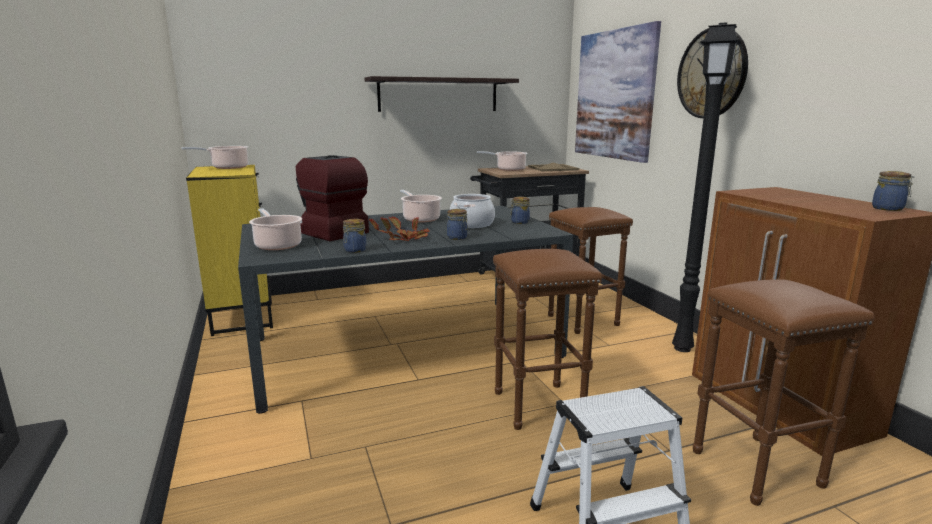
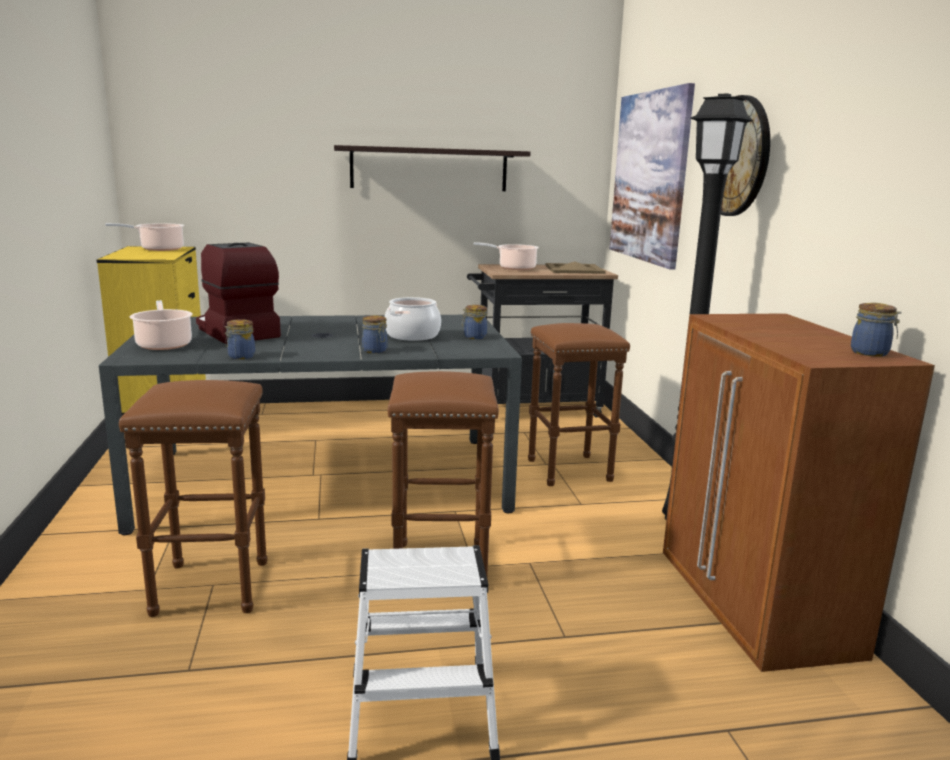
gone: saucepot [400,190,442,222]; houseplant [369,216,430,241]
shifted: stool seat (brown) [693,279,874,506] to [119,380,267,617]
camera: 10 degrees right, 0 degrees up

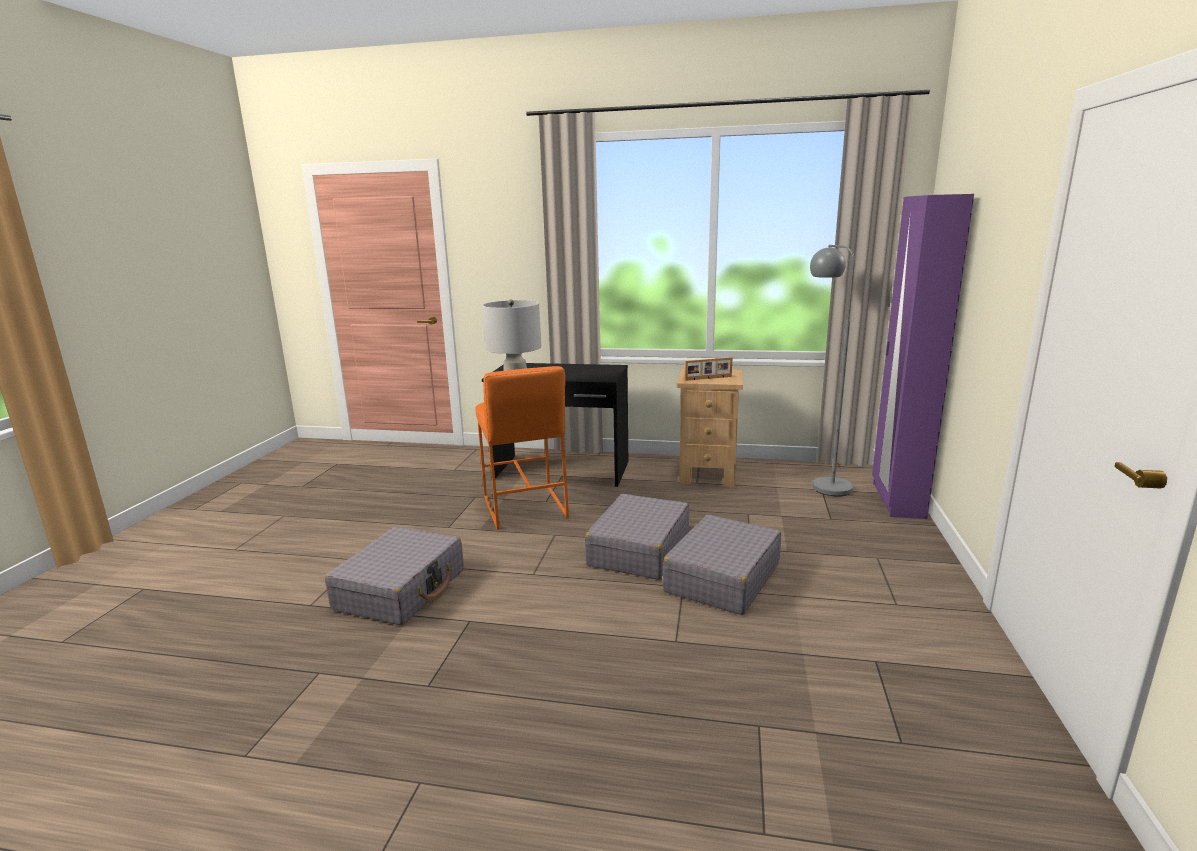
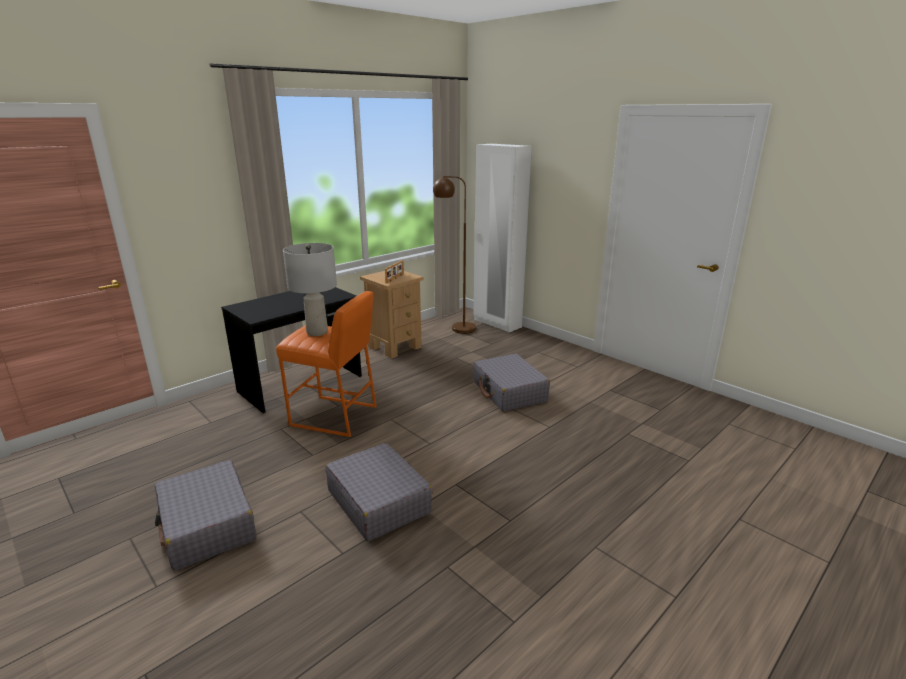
shifted: piece of luggage (gray) [585,494,689,580] to [155,460,257,571]
repainted: clothes cupboard (purplish) [872,194,974,519] to clothes cupboard (white) [473,144,532,332]; floor lamp (gray) [810,245,855,496] to floor lamp (brown) [433,176,476,334]
camera: 55 degrees left, 5 degrees up

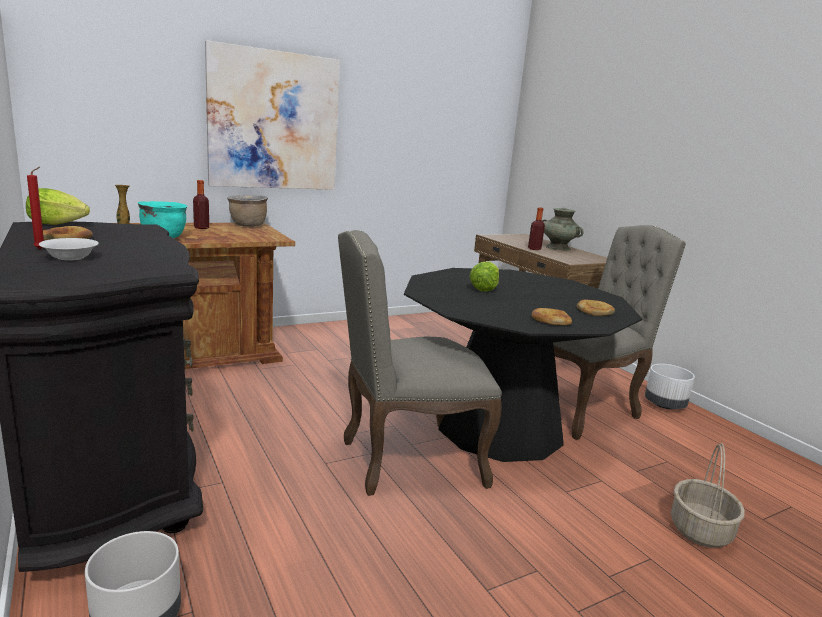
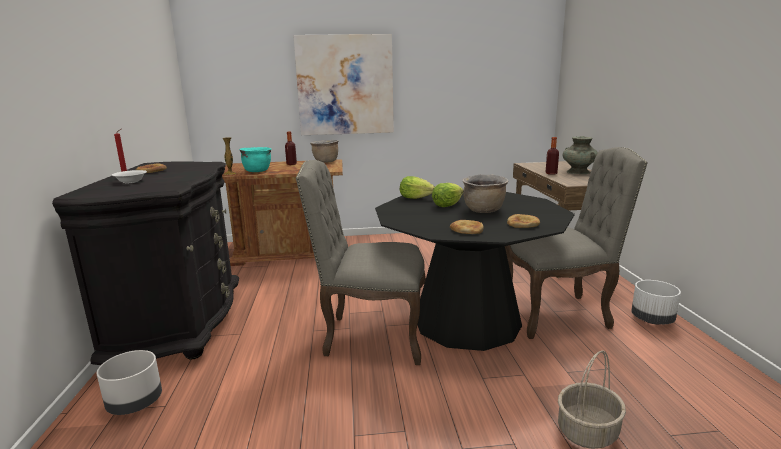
new: saucepot (brown) [463,175,508,213]
shifted: head of lettuce [26,188,90,225] to [400,176,435,199]
camera: 25 degrees right, 0 degrees up

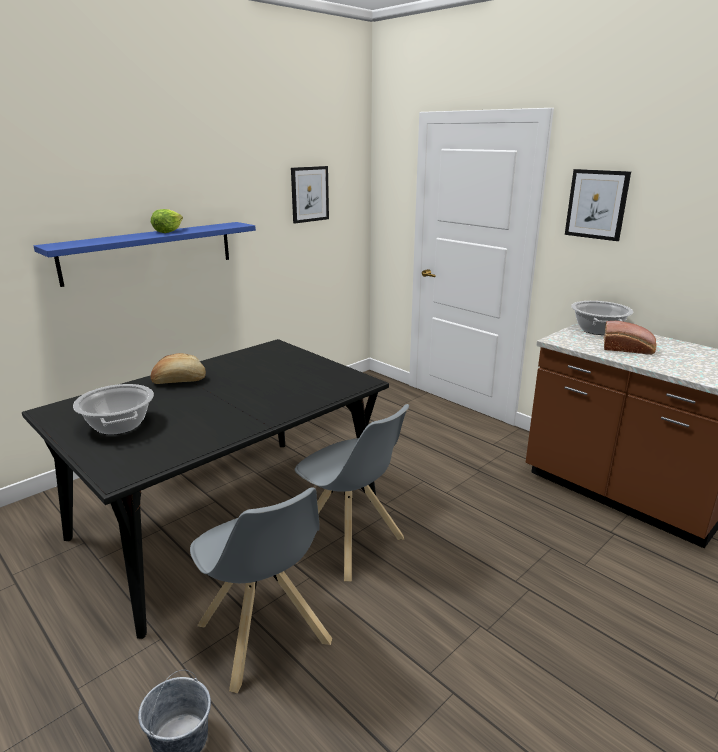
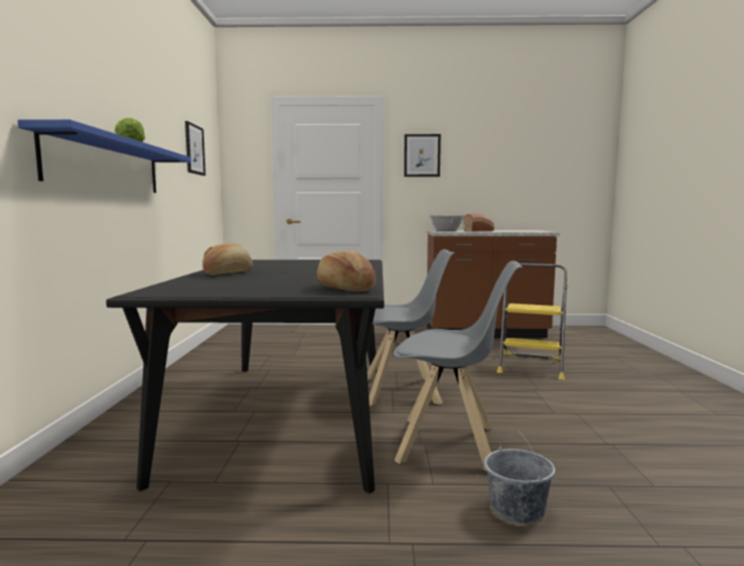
gone: saucepot [73,384,154,435]
new: bread [317,251,376,292]; step ladder (yellow) [497,263,568,380]
camera: 45 degrees left, 15 degrees down

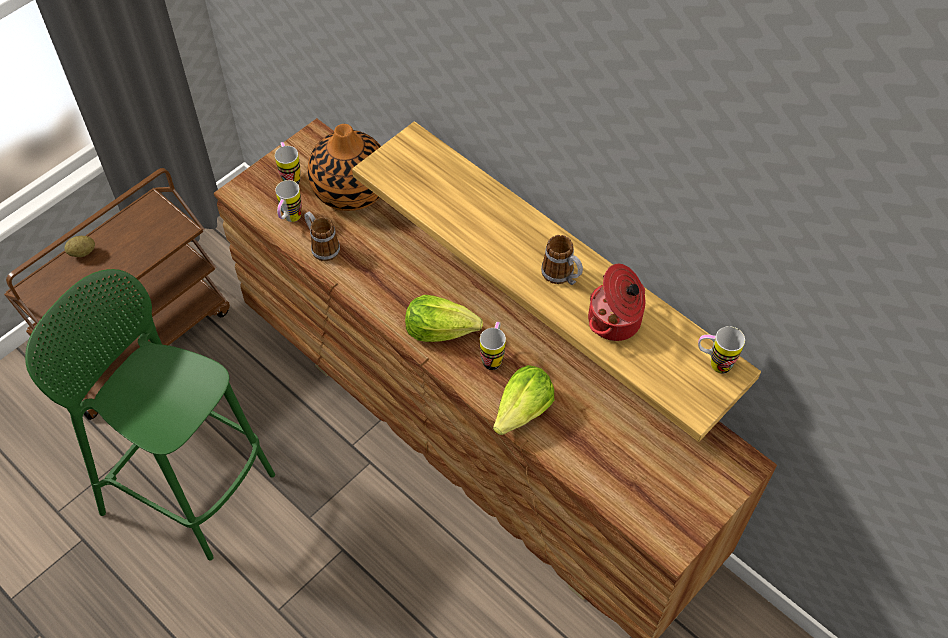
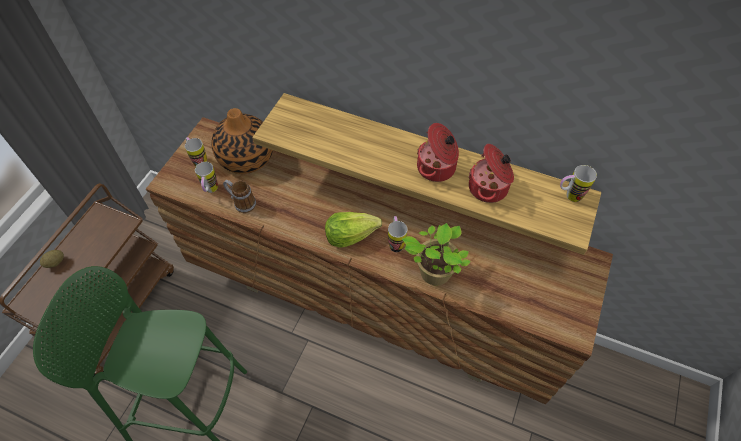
swapped: coffee mug [541,235,583,285] to saucepot [417,123,459,182]; head of lettuce [493,365,554,435] to houseplant [402,223,471,286]
camera: 20 degrees left, 0 degrees up

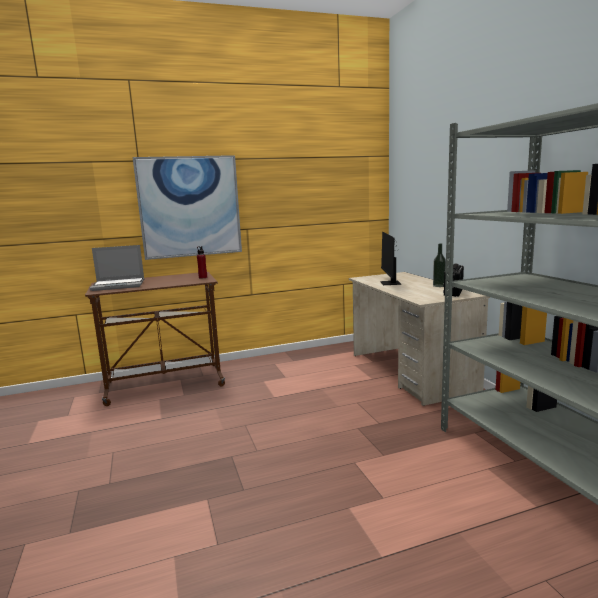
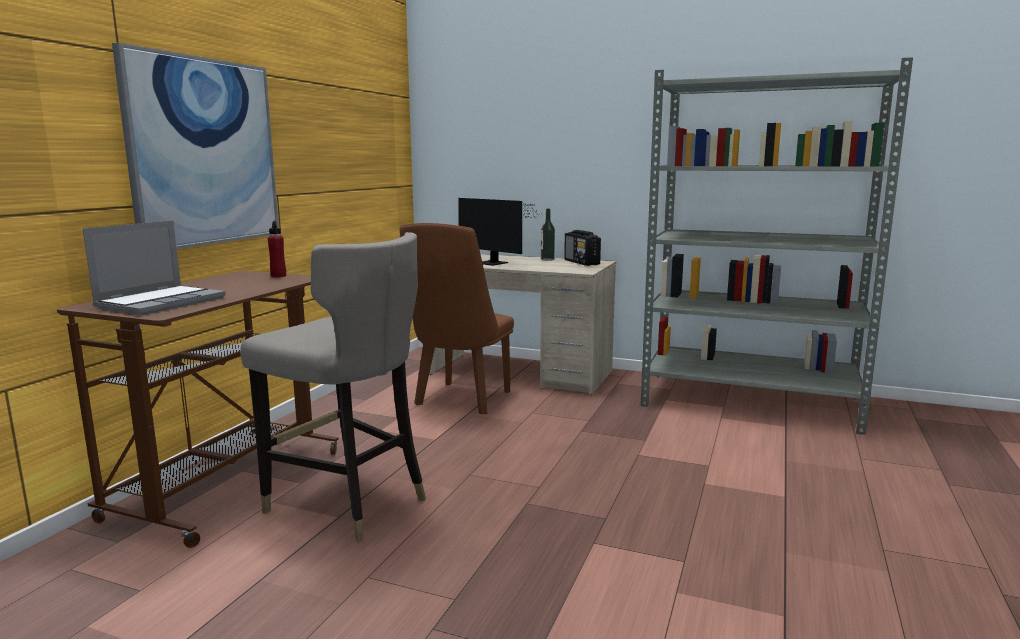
new: plain chair (brown) [400,223,514,415]; stool seat (gray) [240,232,426,542]
camera: 50 degrees left, 0 degrees up

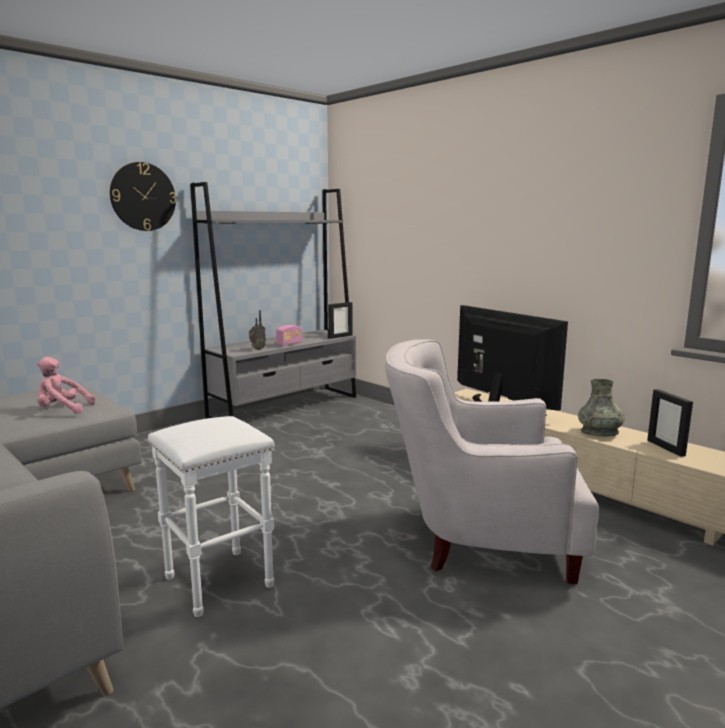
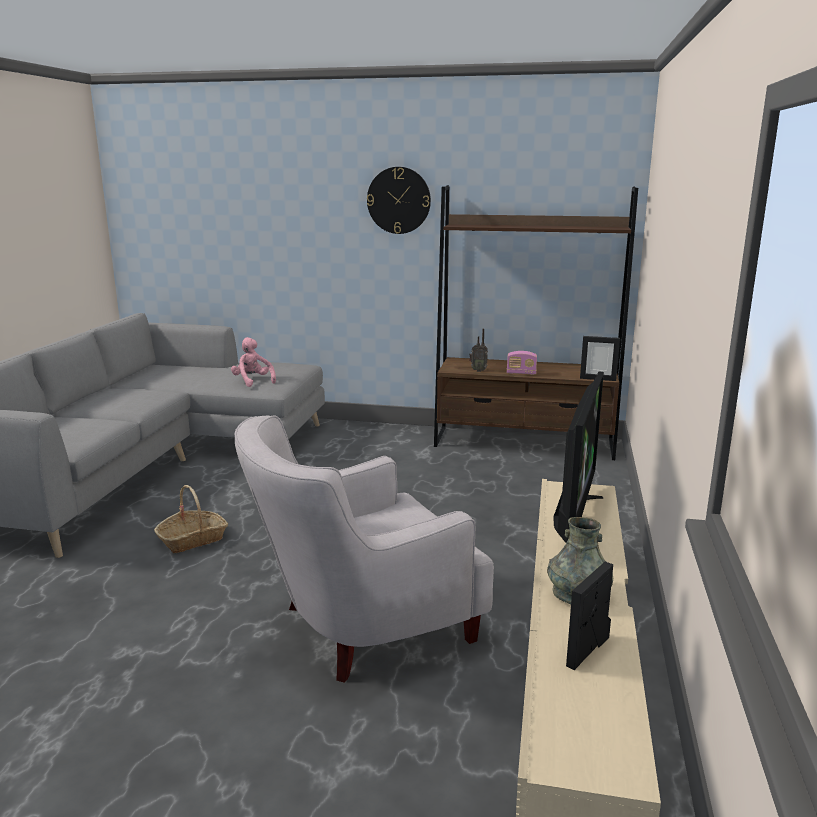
swapped: stool seat (white) [148,416,274,617] to household basket [154,485,228,553]
repainted: bookcase (gray) [190,182,356,419] to bookcase (brown) [434,185,638,460]
rotated: lounge chair (white) [385,339,599,584] = [235,416,494,683] 90 degrees counterclockwise
camera: 55 degrees right, 5 degrees up

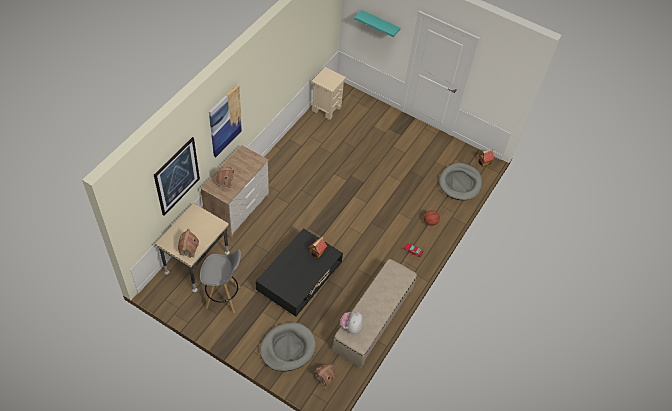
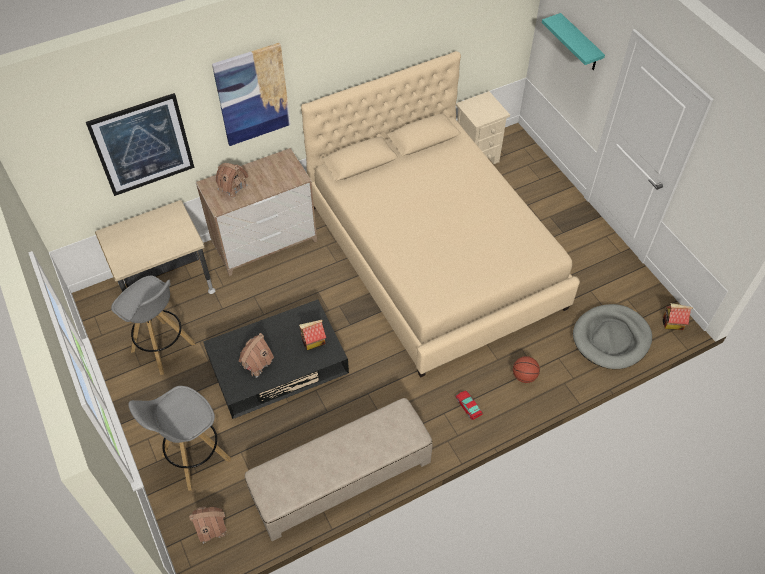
gone: cuddly toy [340,312,363,334]
new: sleeping bed (beige-coloured) [301,51,580,378]
shifted: miniature house [178,229,199,258] to [239,333,274,378]
swapped: dog cushion (gray) [260,322,316,372] to stool seat (gray) [128,386,231,491]
camera: 35 degrees right, 0 degrees up

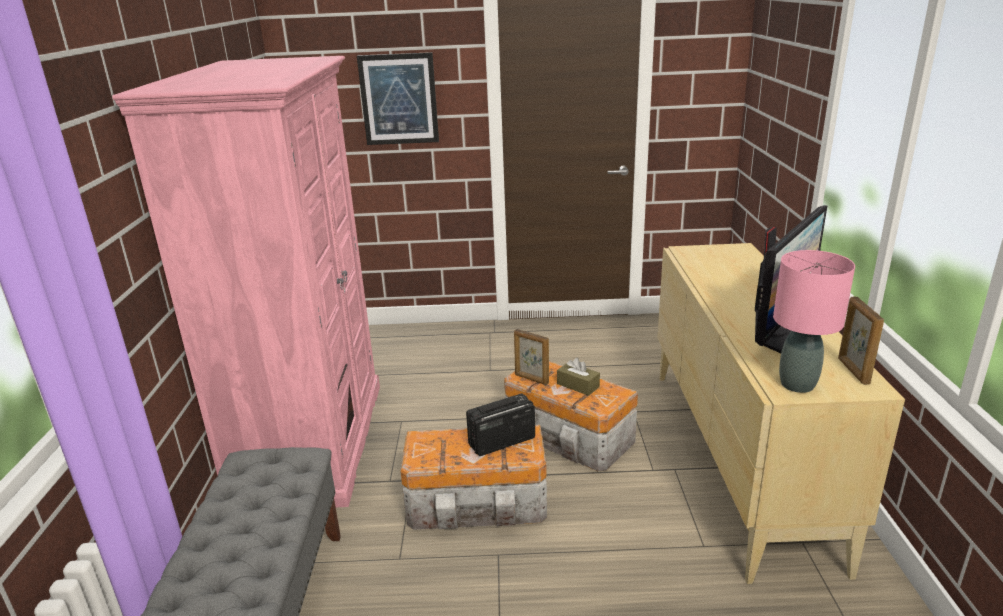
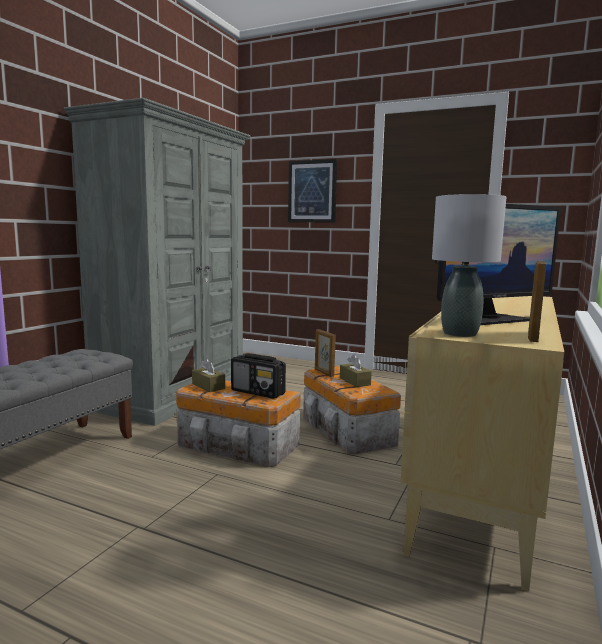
new: tissue holder (brown) [192,358,225,392]
repainted: clothes cupboard (pink) [112,56,380,507] to clothes cupboard (gray) [64,98,251,426]; lamp for a table (pink) [773,250,855,393] to lamp for a table (gray) [432,194,507,337]
rotated: radio [466,394,535,456] = [231,353,286,399] 150 degrees counterclockwise
camera: 25 degrees right, 15 degrees down

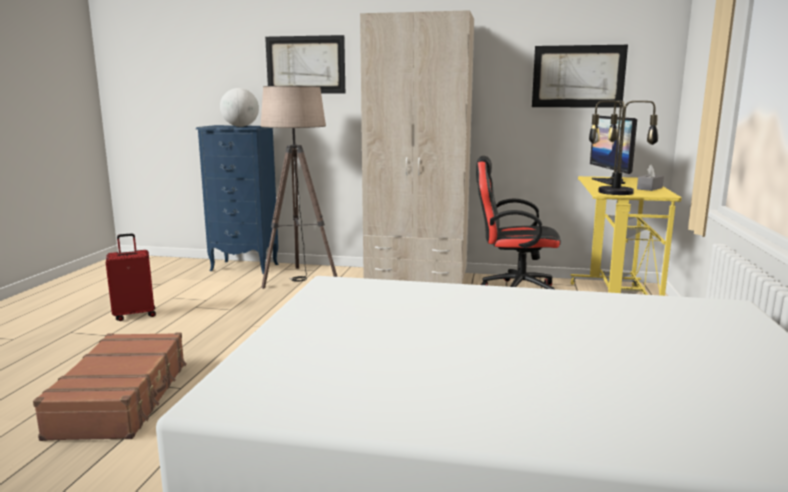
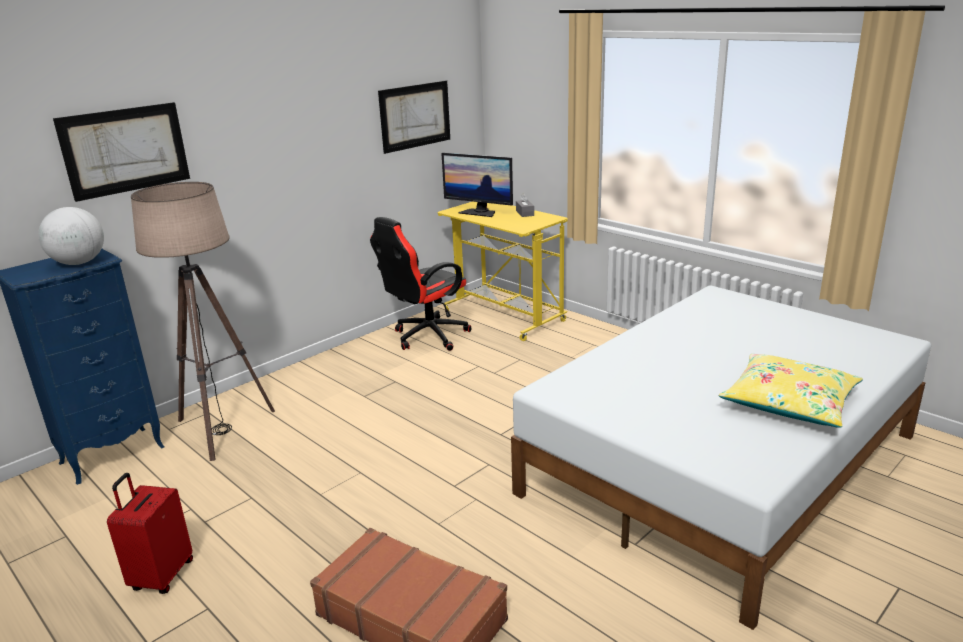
gone: clothes cupboard (beige-coloured) [360,10,474,284]; lamp for a table [589,101,658,195]
new: pillow (yellow) [719,354,863,428]
camera: 55 degrees left, 10 degrees up

